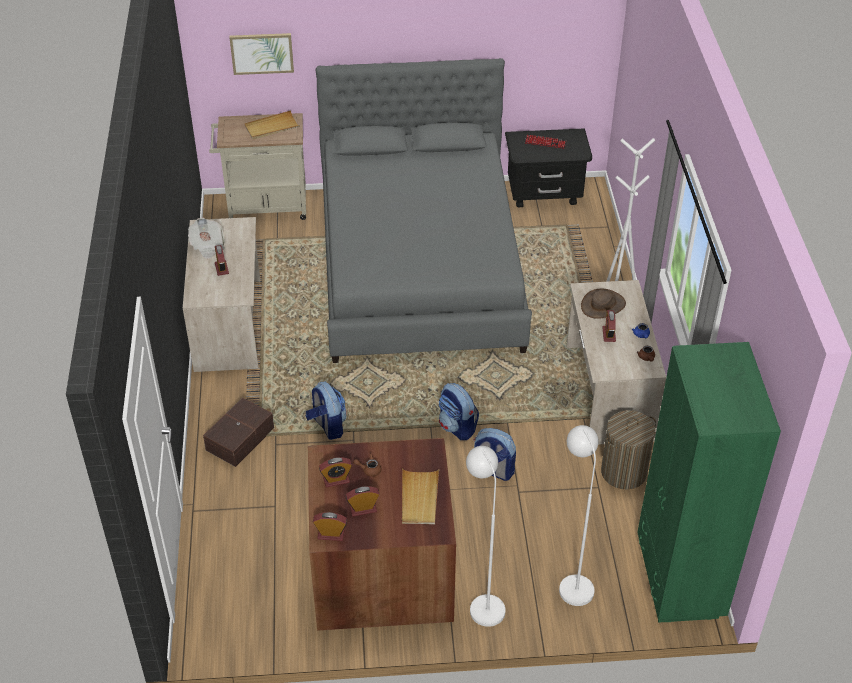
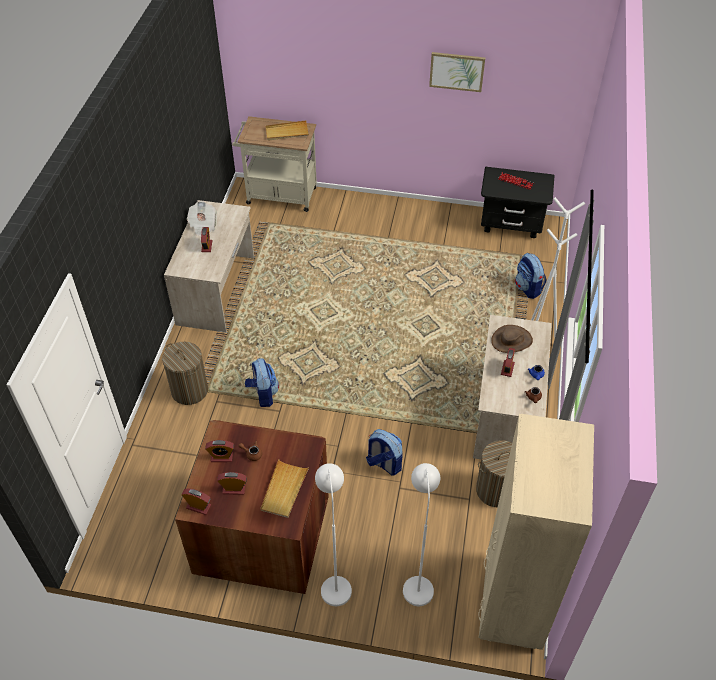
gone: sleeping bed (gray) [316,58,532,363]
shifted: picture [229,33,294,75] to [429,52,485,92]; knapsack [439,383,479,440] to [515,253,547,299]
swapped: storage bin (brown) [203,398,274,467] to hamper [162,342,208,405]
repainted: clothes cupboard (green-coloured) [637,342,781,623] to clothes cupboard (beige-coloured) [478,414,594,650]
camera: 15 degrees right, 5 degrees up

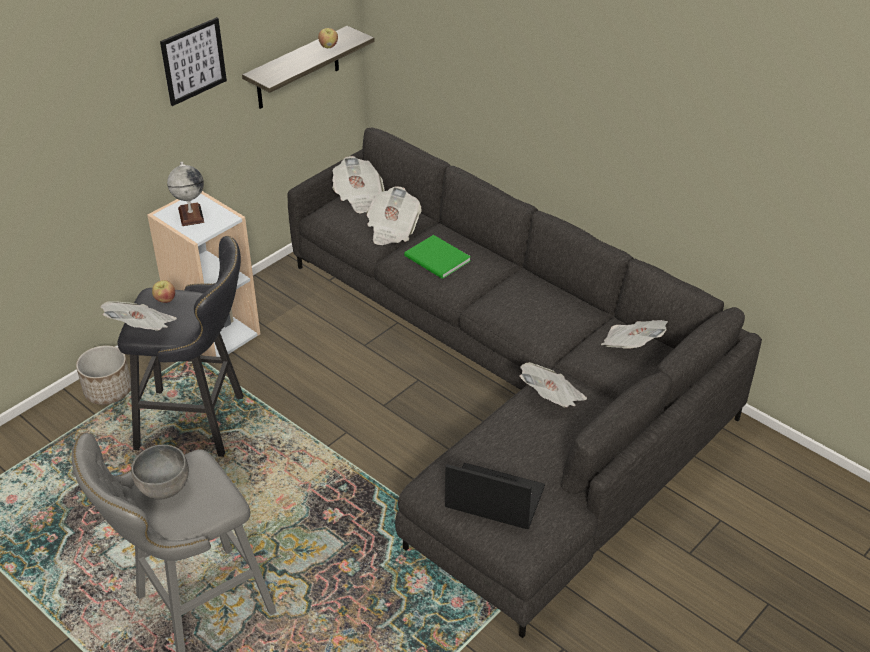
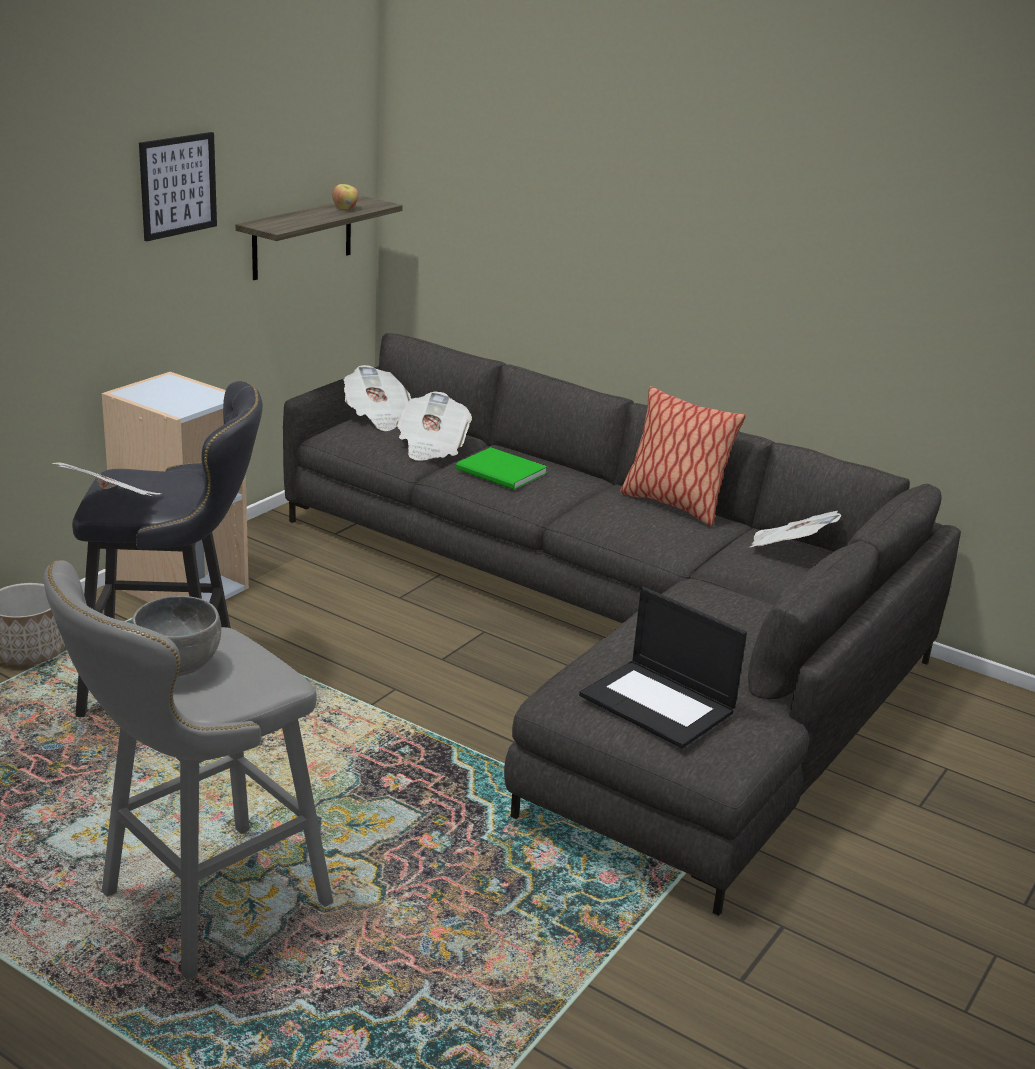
gone: desk globe [167,162,205,226]; apple [152,280,175,303]; daily paper [519,362,587,408]
new: pillow [620,386,746,526]
rotated: portable computer [445,463,545,529] = [579,587,747,748] 150 degrees counterclockwise
camera: 10 degrees left, 15 degrees down

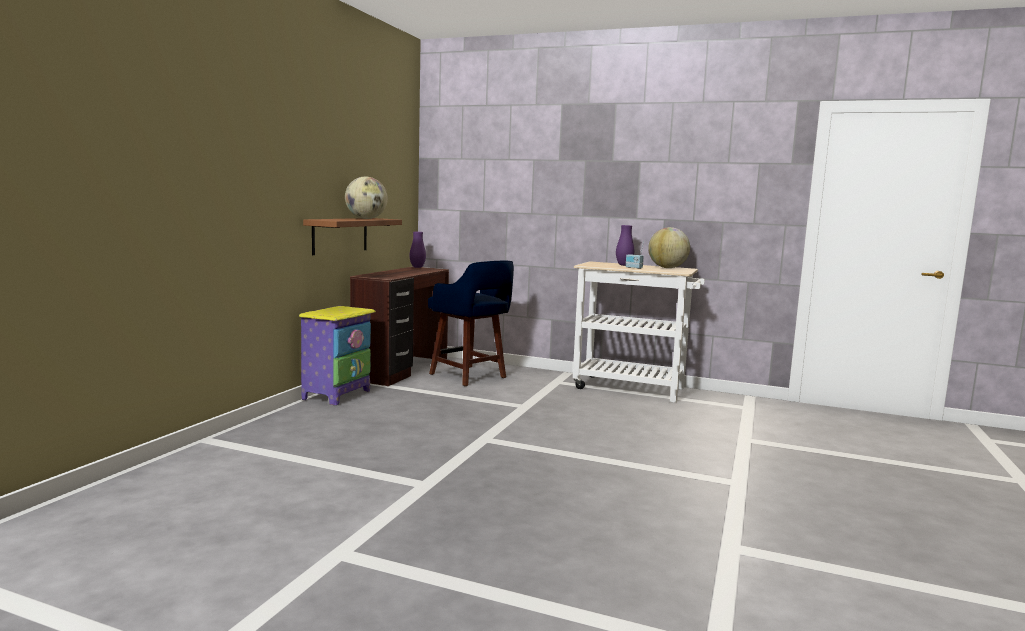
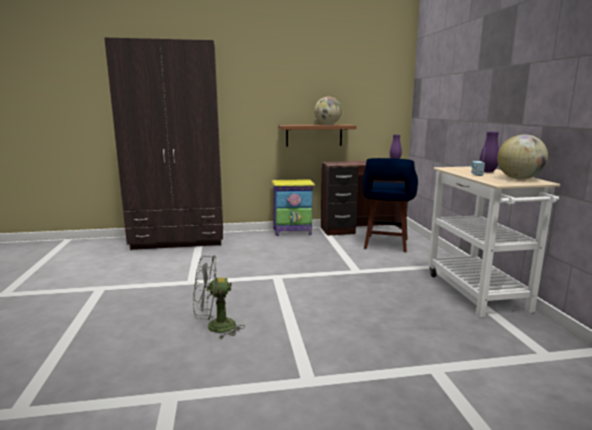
new: clothes cupboard (brown) [104,38,223,250]; cooling fan (gray) [193,255,245,339]
camera: 60 degrees right, 5 degrees up

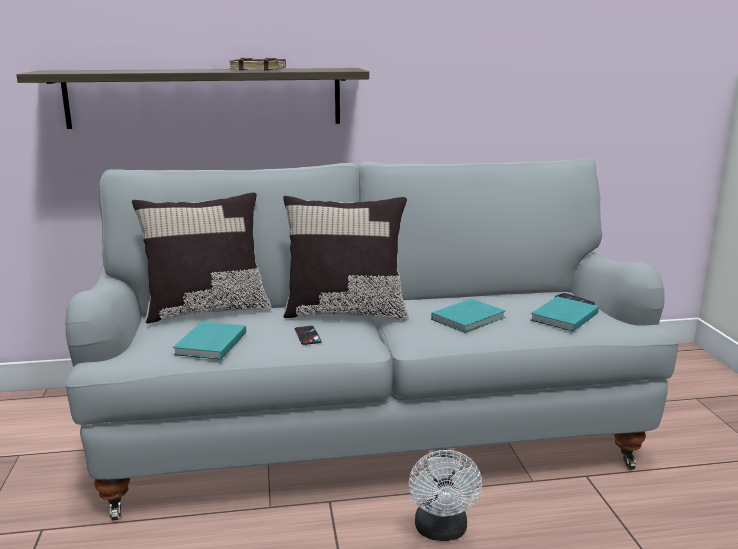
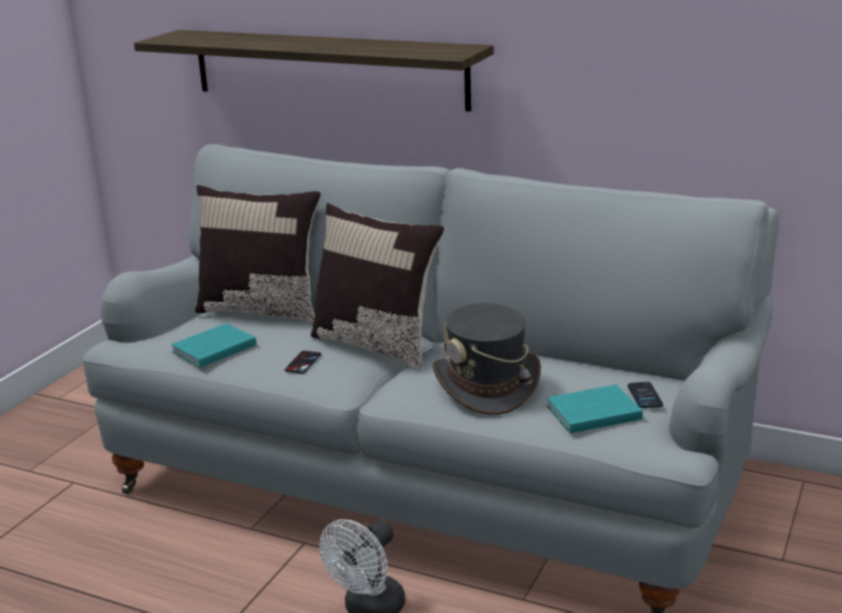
gone: book (brown) [229,58,286,70]
swapped: book (blue-green) [431,298,506,333] to wearable hat (gray) [433,303,541,415]
camera: 35 degrees right, 5 degrees up

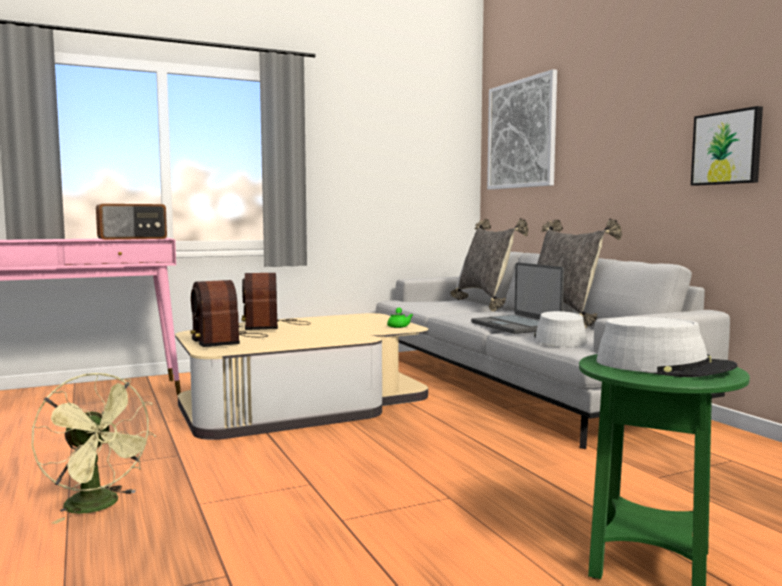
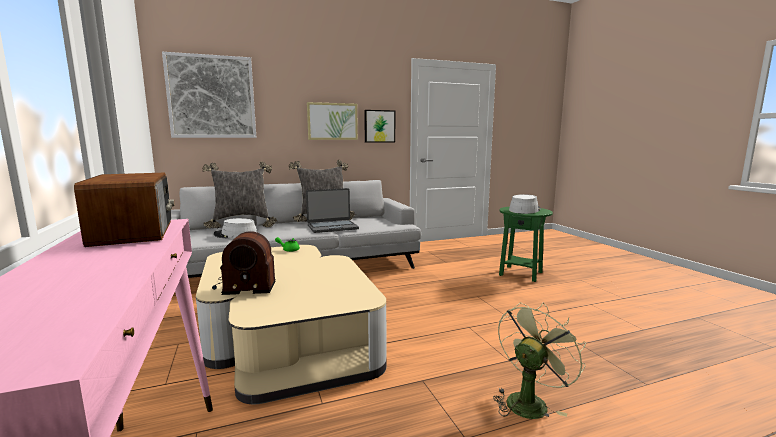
gone: radio [190,280,268,347]
new: picture [307,102,358,140]
shifted: wearable hat (gray) [534,311,587,347] to [214,218,257,239]
camera: 85 degrees left, 5 degrees up

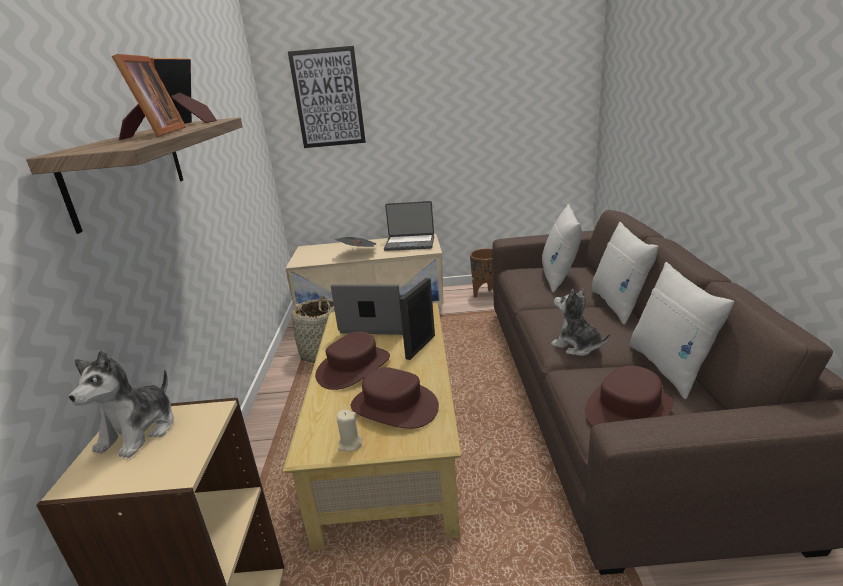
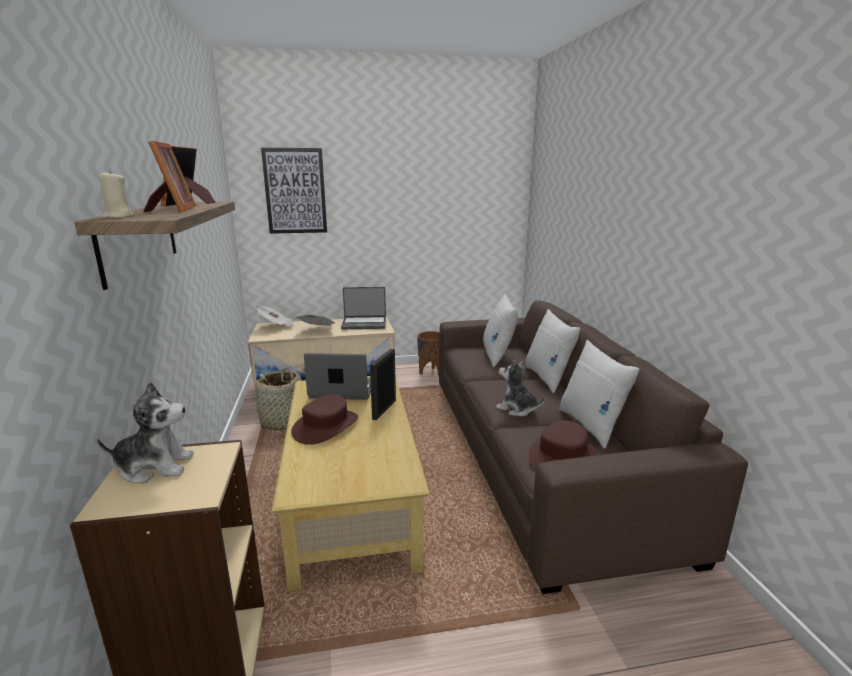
gone: wearable hat (brown) [351,367,439,429]
new: daily paper [254,305,295,327]
shifted: candle (beige-coloured) [337,410,362,452] to [99,170,134,218]
rotated: cuddly toy [69,350,174,458] = [97,382,194,484] 105 degrees counterclockwise
camera: 10 degrees left, 5 degrees down

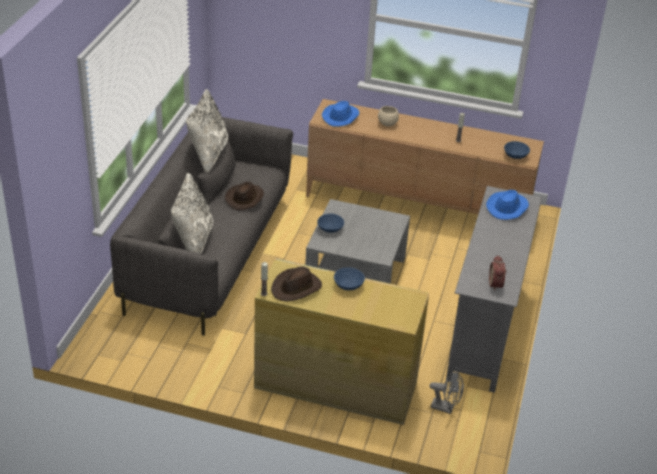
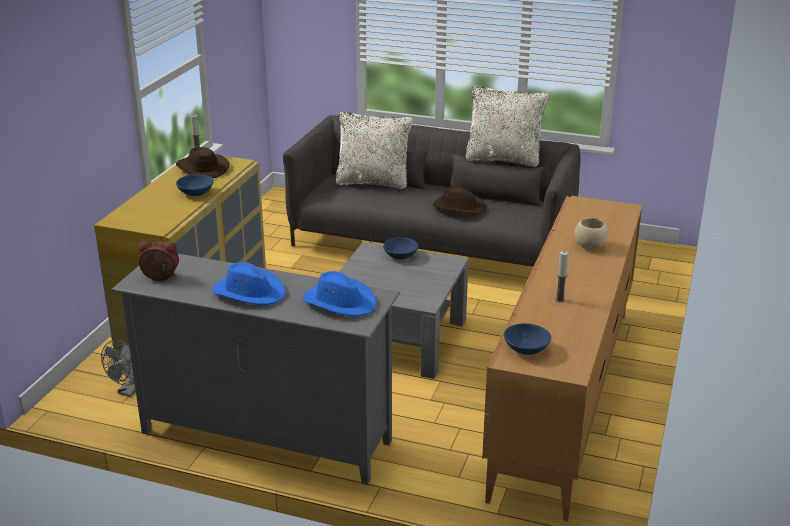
shifted: wearable hat (bluish) [322,101,359,127] to [212,262,286,305]
camera: 95 degrees right, 10 degrees down

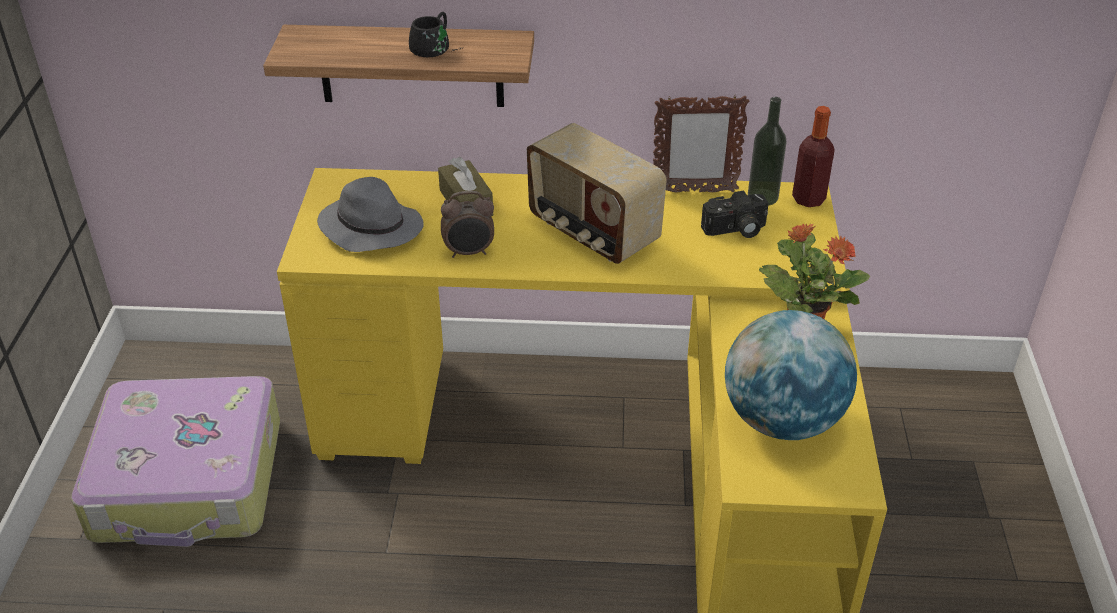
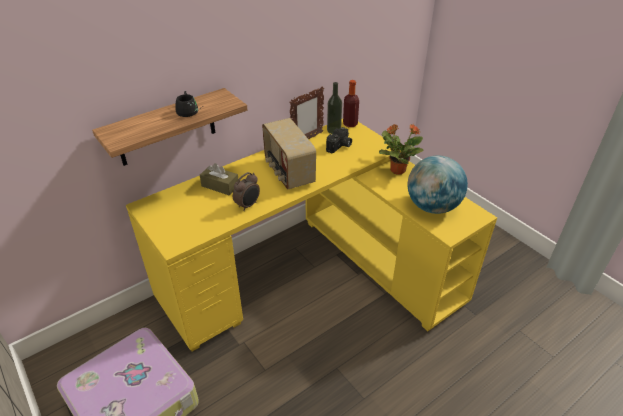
gone: wearable hat (gray) [317,177,424,252]
rotated: radio [527,123,667,264] = [262,118,316,189] 60 degrees clockwise
camera: 40 degrees left, 0 degrees up

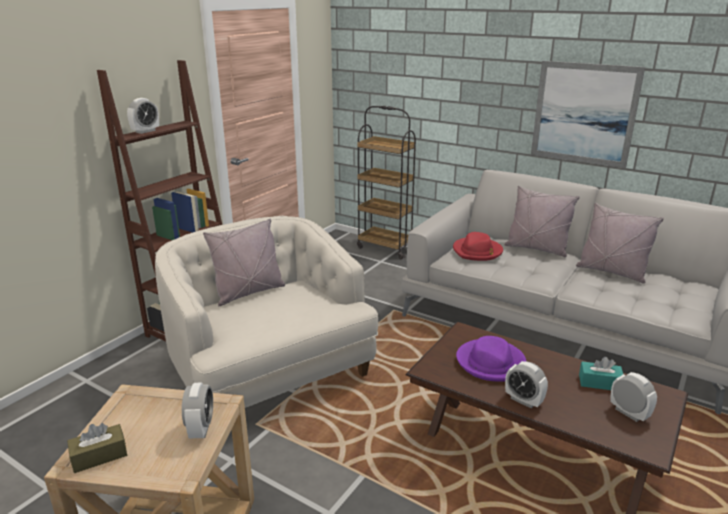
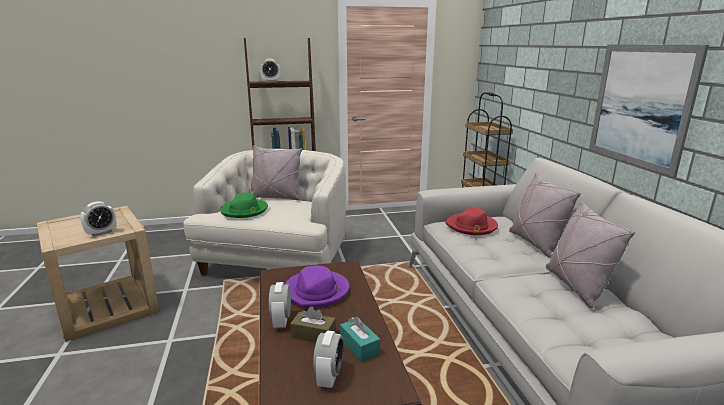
new: wearable hat (green-coloured) [221,192,268,218]
shifted: tissue holder (brown) [67,423,127,473] to [290,307,336,343]
camera: 45 degrees right, 5 degrees down

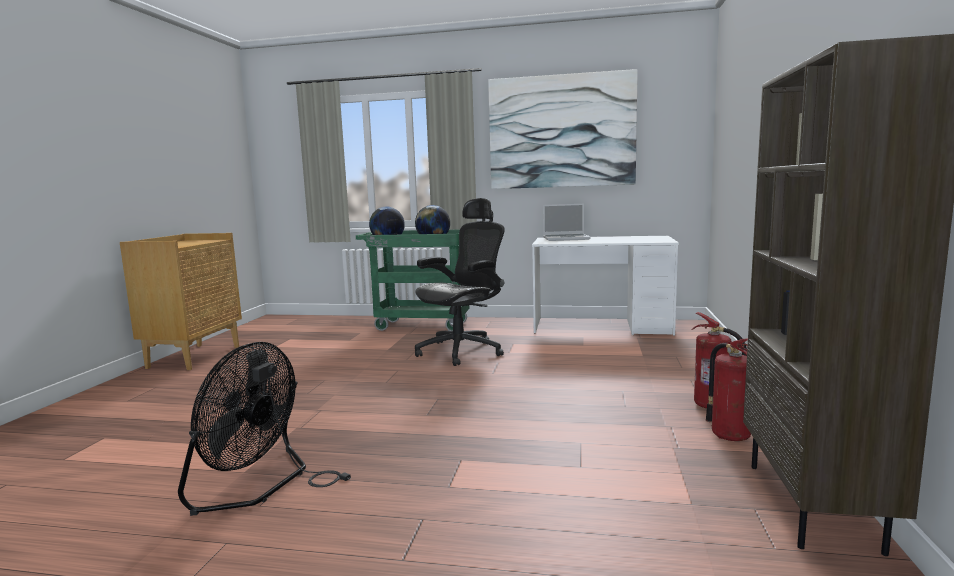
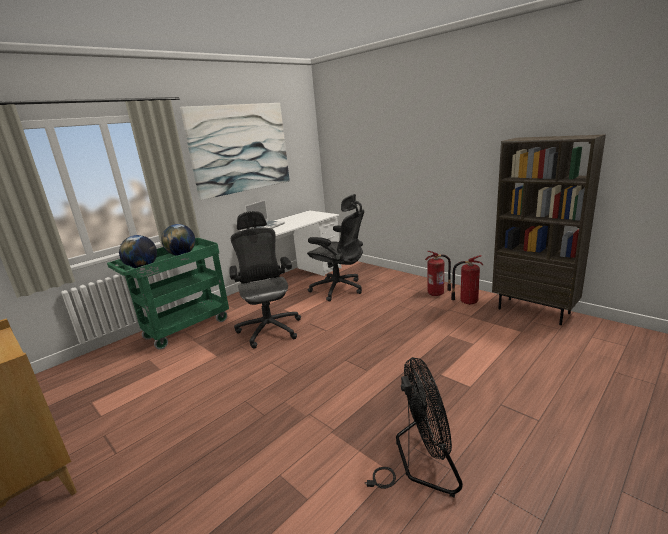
new: office chair [307,194,364,302]
rotated: cooling fan (black-coloured) [178,342,351,516] = [365,357,463,498] 150 degrees counterclockwise
camera: 55 degrees left, 10 degrees up

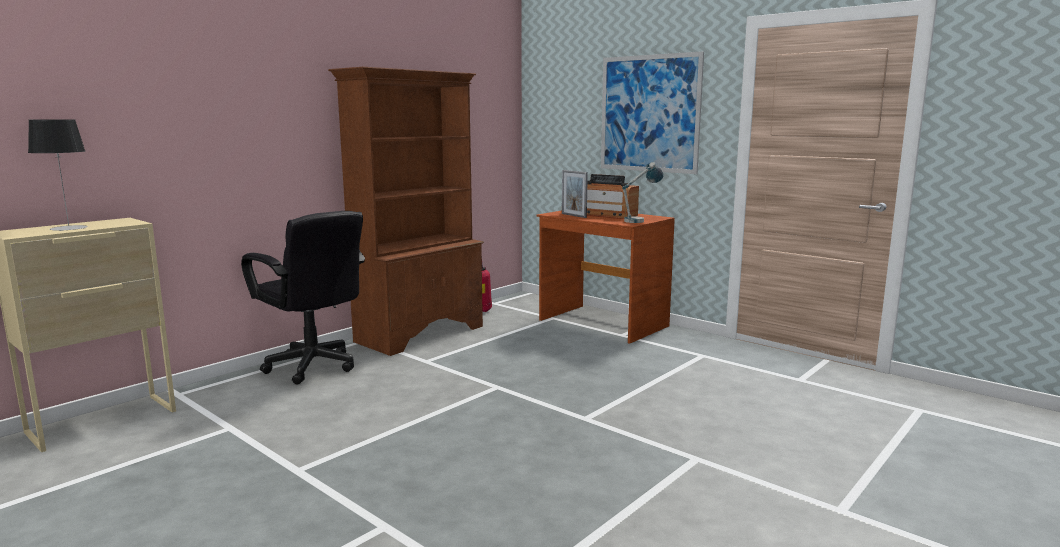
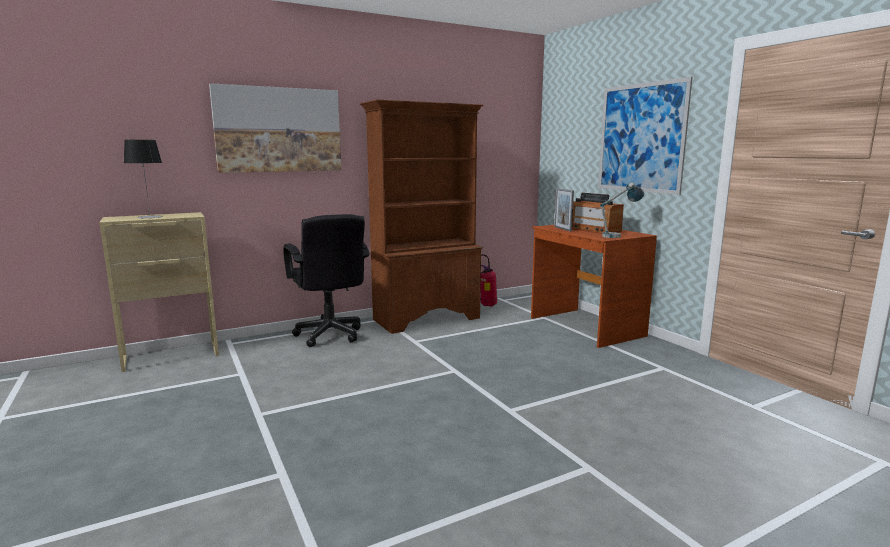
new: picture [209,83,341,173]
camera: 20 degrees right, 0 degrees up

